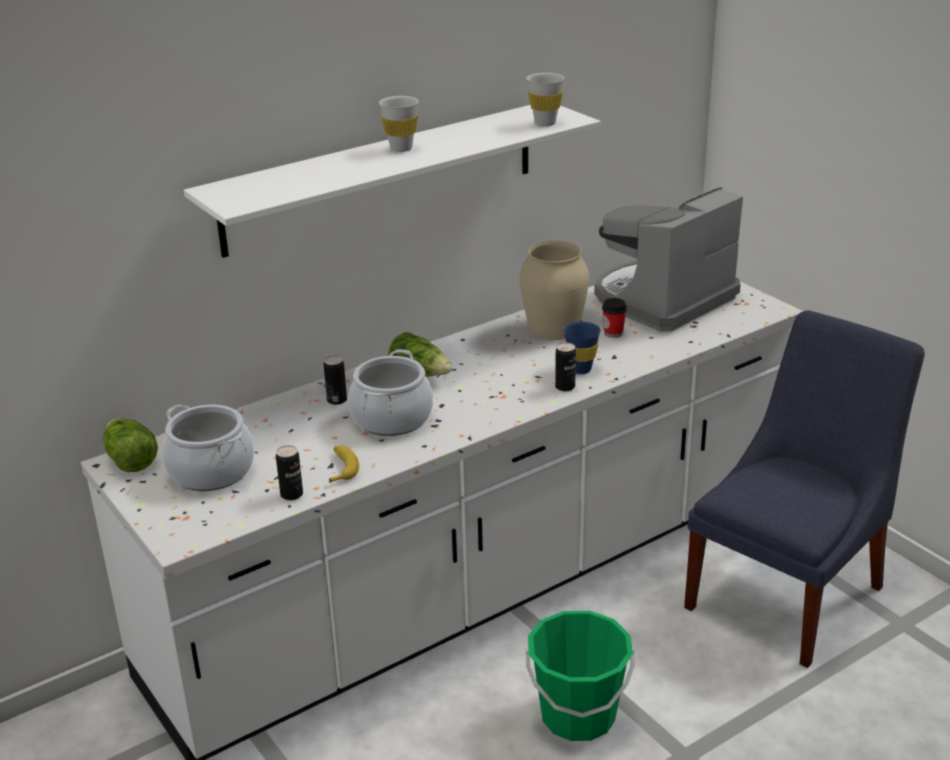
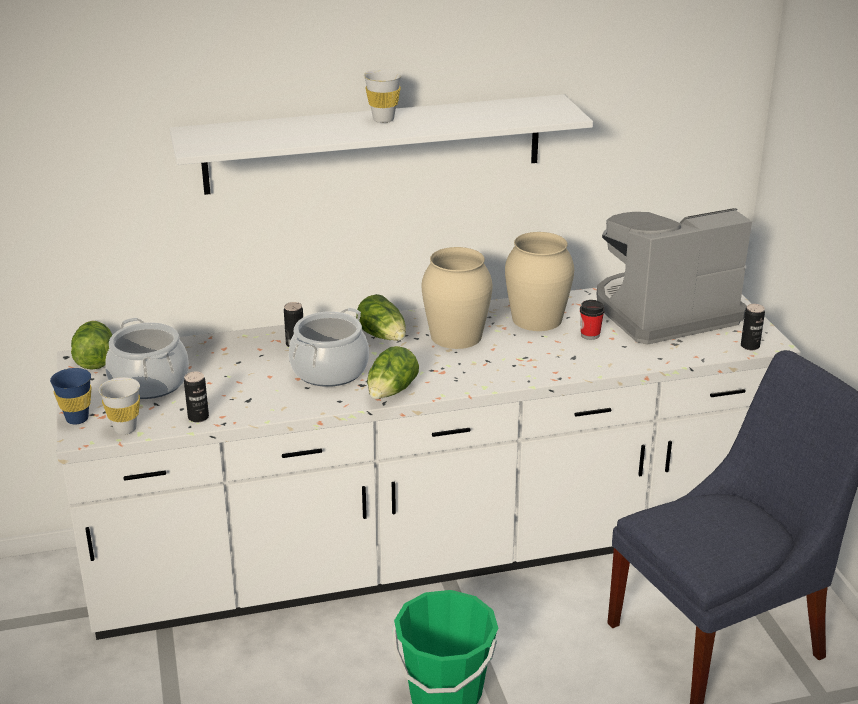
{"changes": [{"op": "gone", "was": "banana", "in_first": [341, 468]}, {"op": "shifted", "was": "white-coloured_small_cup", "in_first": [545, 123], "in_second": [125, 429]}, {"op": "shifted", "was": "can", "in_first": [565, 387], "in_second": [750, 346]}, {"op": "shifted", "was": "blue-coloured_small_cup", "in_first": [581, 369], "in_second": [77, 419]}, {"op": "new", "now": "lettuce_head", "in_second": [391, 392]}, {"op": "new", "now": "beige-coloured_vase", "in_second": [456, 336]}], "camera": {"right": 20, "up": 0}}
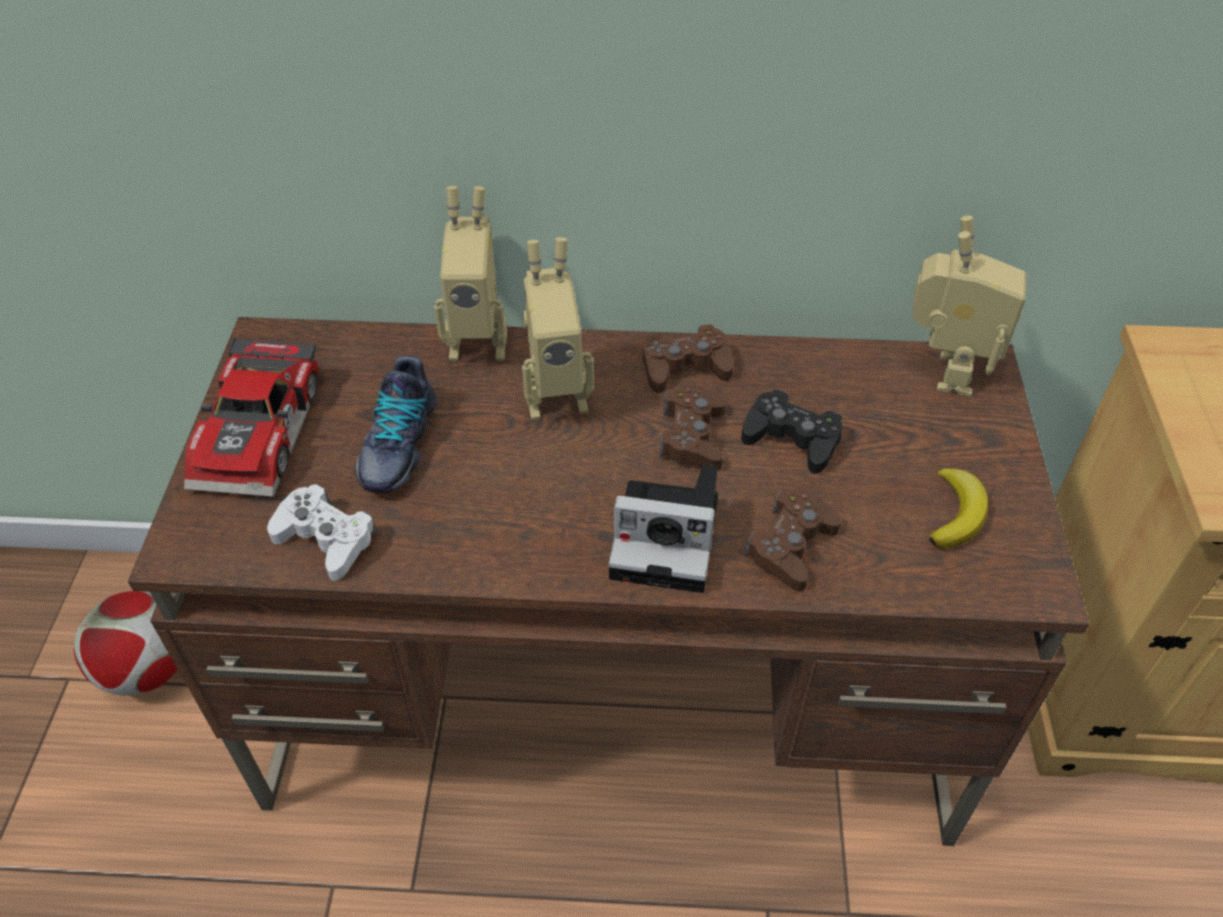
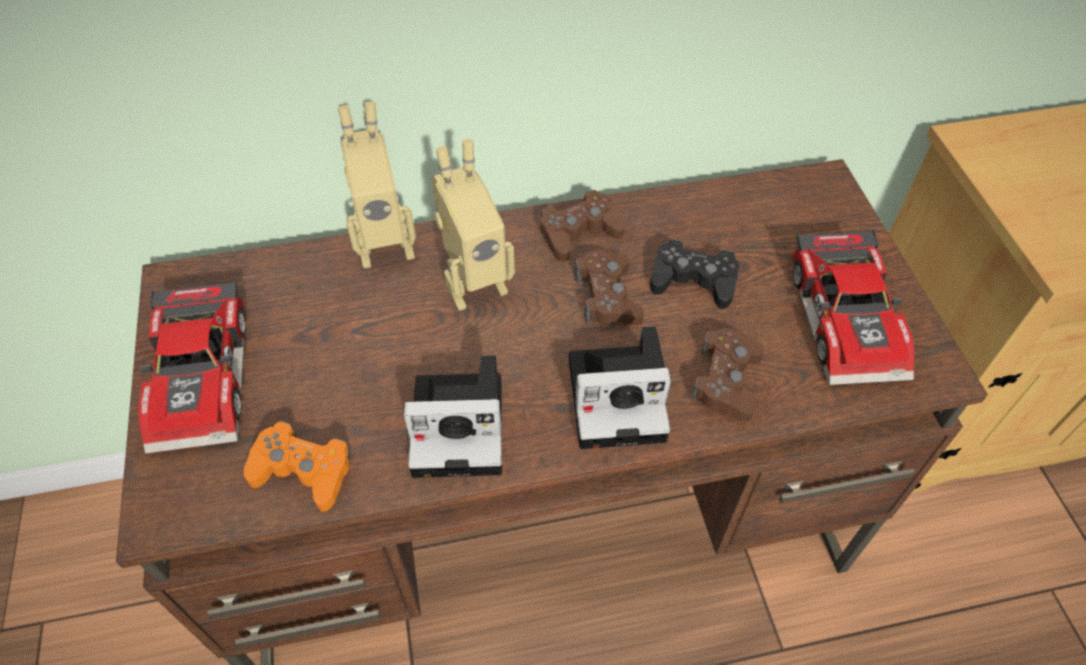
{"changes": [{"op": "gone", "was": "ball_for_football", "in_first": [148, 670]}, {"op": "repainted", "was": "white-coloured_gamepad", "now": "orange-coloured_gamepad", "in_first": [325, 539], "in_second": [303, 471]}, {"op": "gone", "was": "item_of_footwear", "in_first": [397, 444]}, {"op": "gone", "was": "model_robot", "in_first": [944, 372]}, {"op": "swapped", "was": "banana", "now": "model_car", "in_first": [955, 513], "in_second": [850, 319]}, {"op": "new", "now": "photo_camera", "in_second": [463, 425]}], "camera": {"right": -15, "up": 5}}
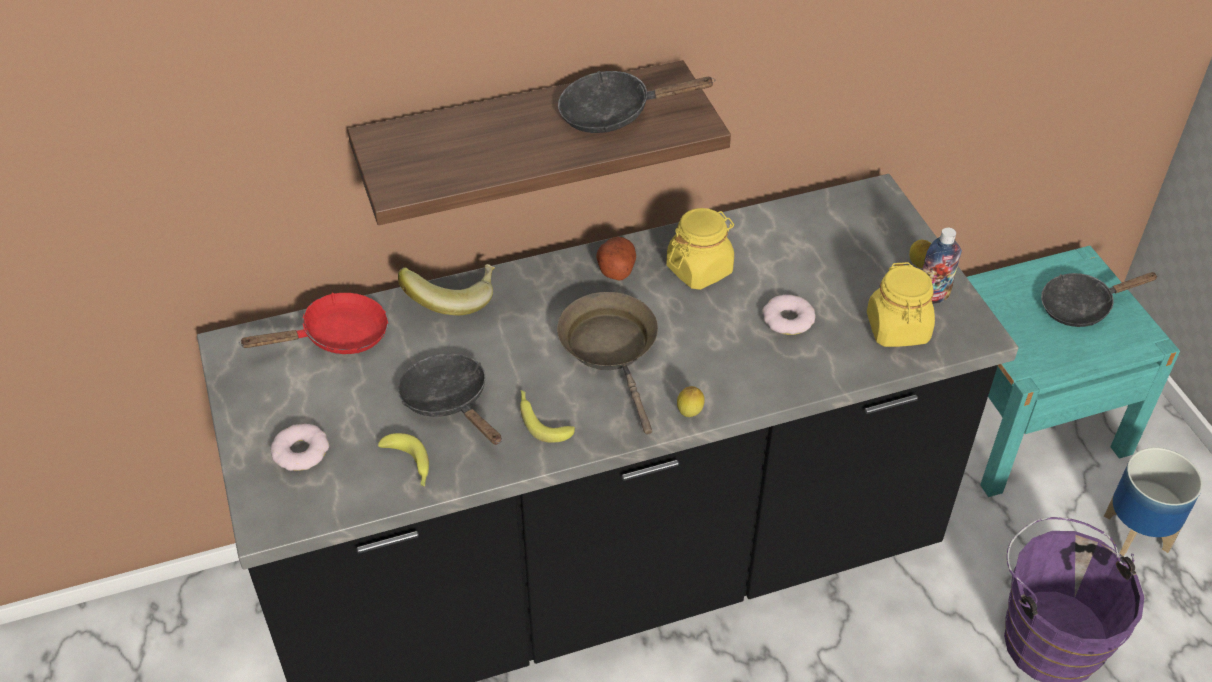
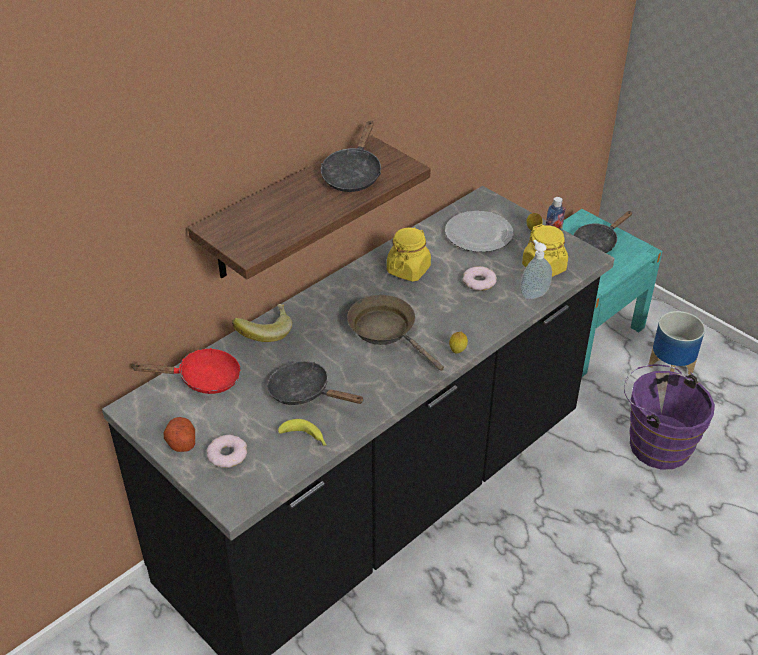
{"changes": [{"op": "rotated", "was": "red_skillet", "in_first": [337, 336], "in_second": [203, 379], "clockwise": 45}, {"op": "gone", "was": "banana", "in_first": [541, 420]}, {"op": "rotated", "was": "black_skillet", "in_first": [614, 113], "in_second": [353, 174], "clockwise": -45}, {"op": "shifted", "was": "spud", "in_first": [616, 268], "in_second": [181, 442]}, {"op": "new", "now": "dinner_plate", "in_second": [479, 235]}, {"op": "new", "now": "soap_bottle", "in_second": [533, 294]}], "camera": {"right": -25, "up": -5}}
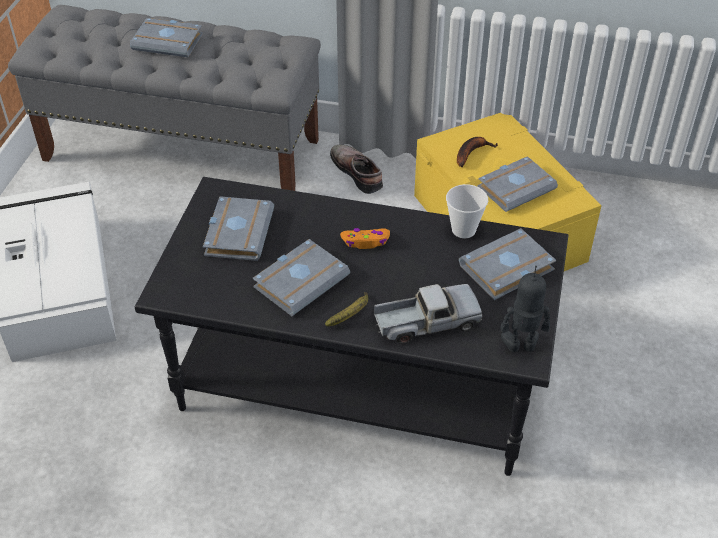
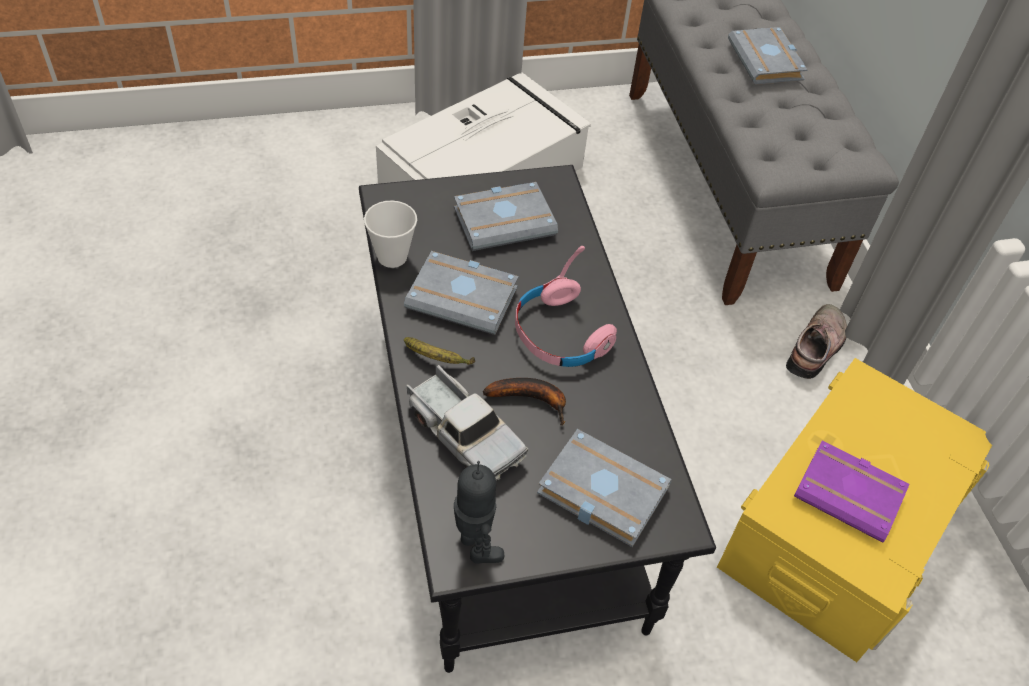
{"changes": [{"op": "swapped", "was": "orange-coloured_gamepad", "now": "pink_pair_of_headphones", "in_first": [366, 242], "in_second": [560, 334]}, {"op": "shifted", "was": "small_cup", "in_first": [463, 230], "in_second": [392, 257]}, {"op": "shifted", "was": "banana", "in_first": [471, 153], "in_second": [532, 399]}, {"op": "repainted", "was": "greyish_volume", "now": "purple-coloured_volume", "in_first": [516, 187], "in_second": [851, 494]}], "camera": {"right": 60, "up": 5}}
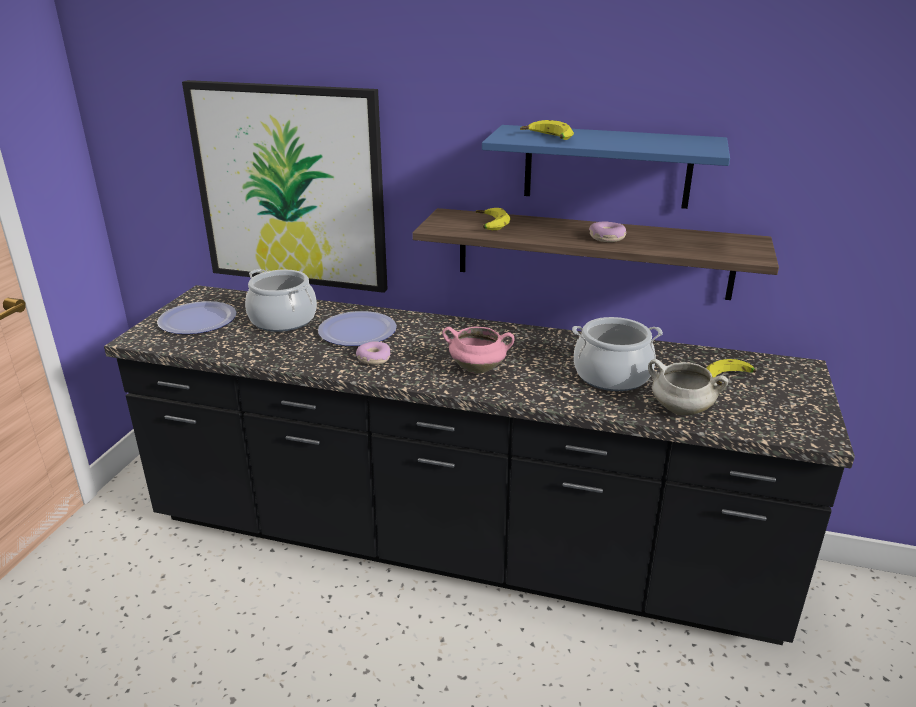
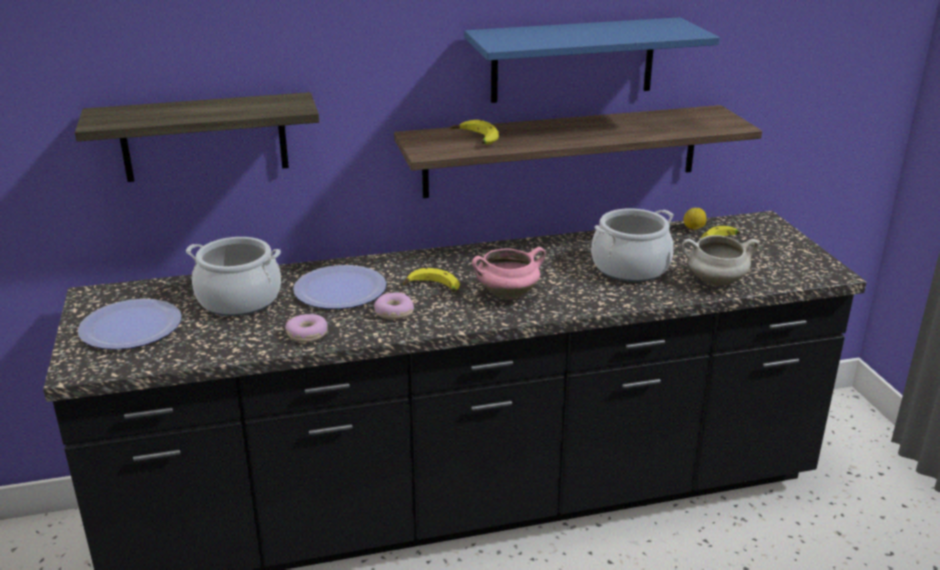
{"changes": [{"op": "swapped", "was": "picture", "now": "shelf", "in_first": [290, 187], "in_second": [204, 137]}, {"op": "shifted", "was": "banana", "in_first": [547, 138], "in_second": [432, 289]}, {"op": "shifted", "was": "ring_doughnut", "in_first": [607, 238], "in_second": [307, 334]}, {"op": "new", "now": "citrus_fruit", "in_second": [694, 229]}], "camera": {"right": -30, "up": 0}}
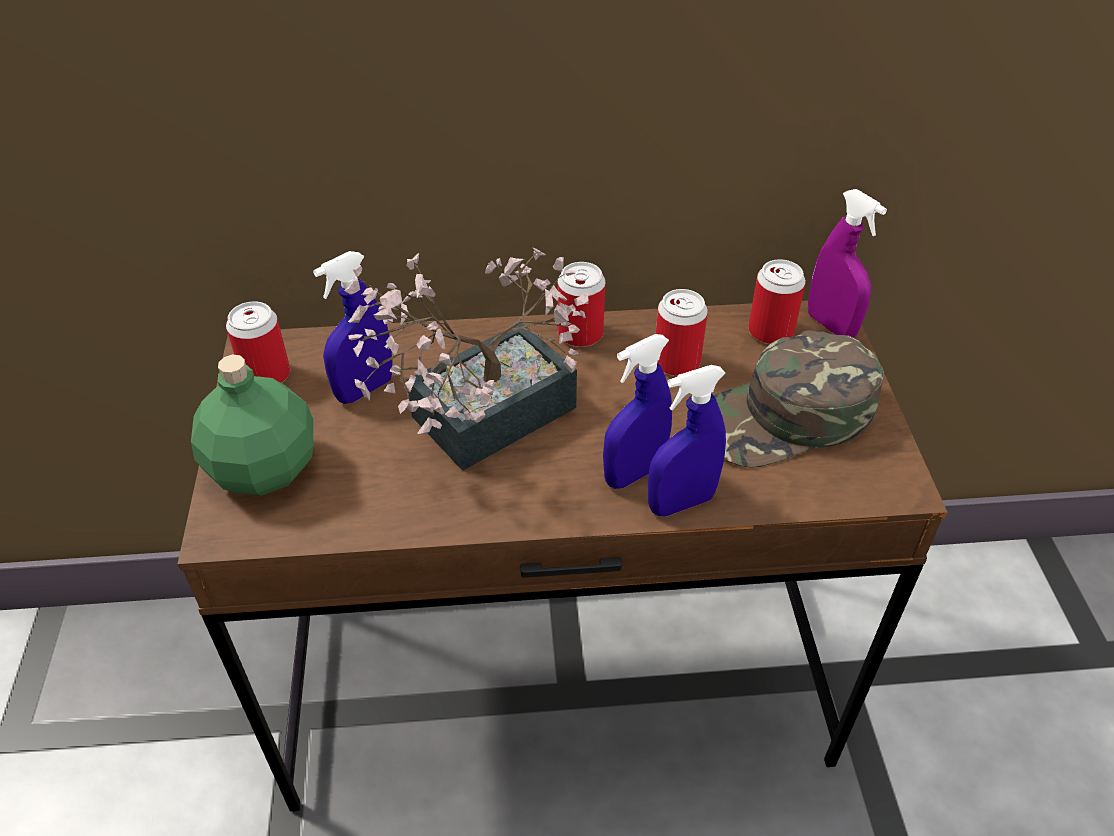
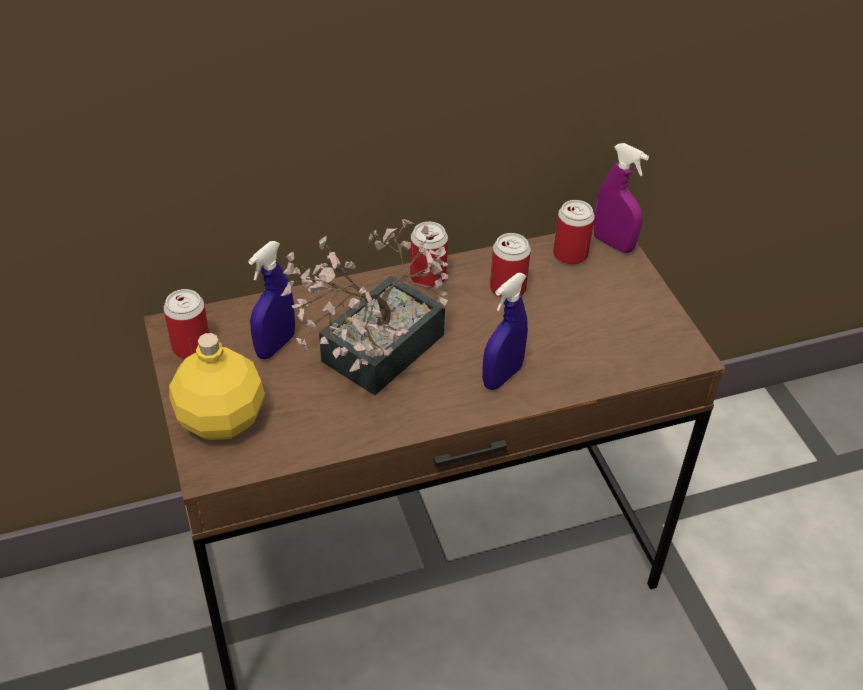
{"changes": [{"op": "repainted", "was": "greenish_beverage_bottle", "now": "yellow-coloured_beverage_bottle", "in_first": [264, 470], "in_second": [221, 420]}, {"op": "gone", "was": "blue-coloured_hand_sprayer", "in_first": [681, 503]}, {"op": "gone", "was": "greenish_cap", "in_first": [786, 416]}], "camera": {"right": -15, "up": 0}}
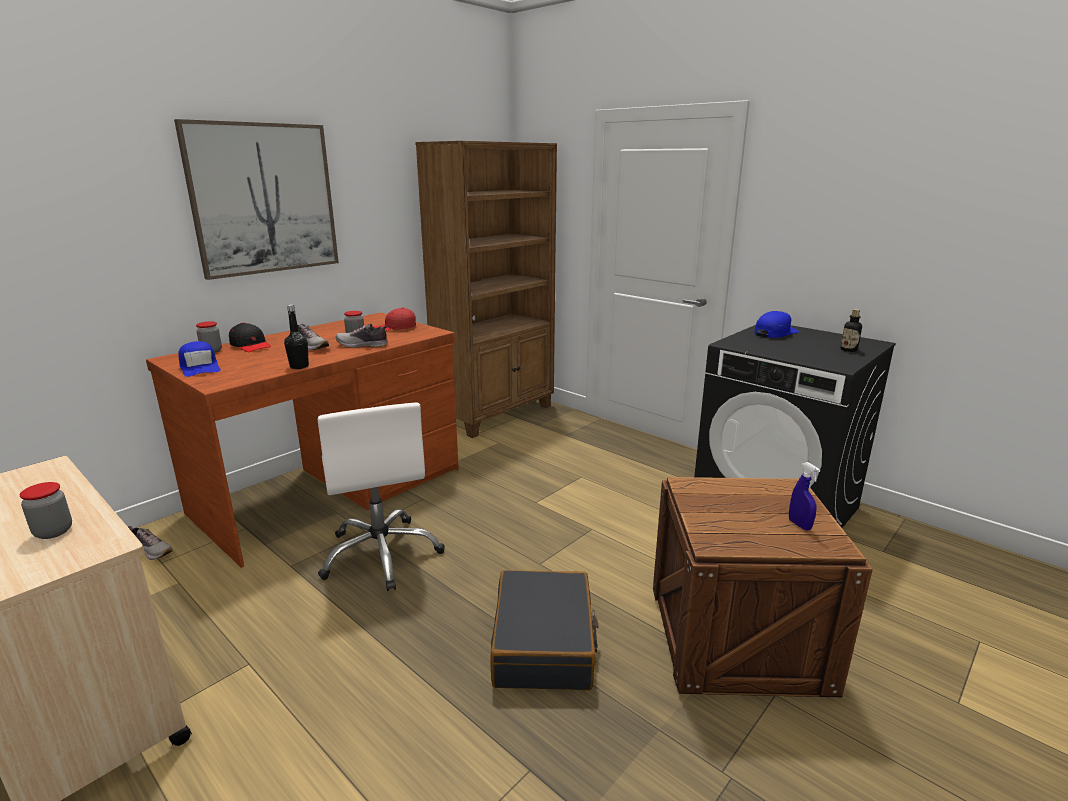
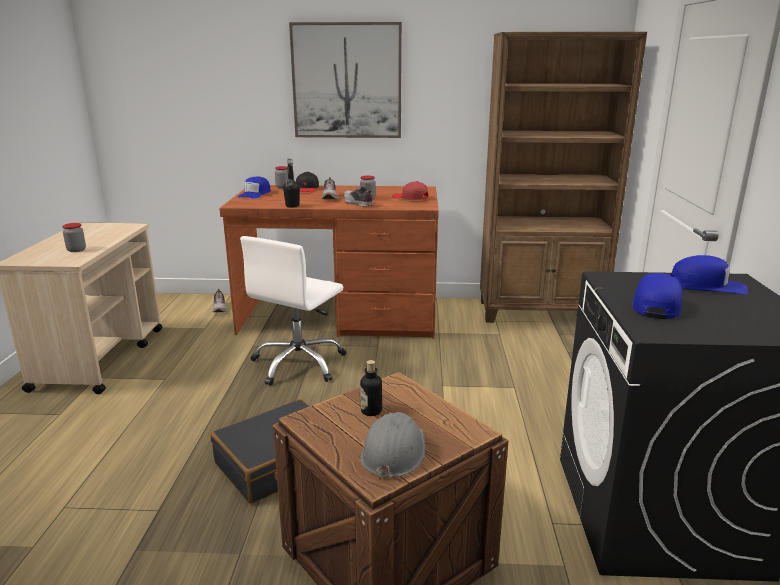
{"changes": [{"op": "swapped", "was": "blue-coloured_hand_sprayer", "now": "greyish_safety_helmet", "in_first": [799, 525], "in_second": [393, 452]}, {"op": "shifted", "was": "beverage_bottle", "in_first": [848, 350], "in_second": [371, 411]}, {"op": "new", "now": "blue-coloured_cap", "in_second": [656, 305]}], "camera": {"right": 50, "up": 0}}
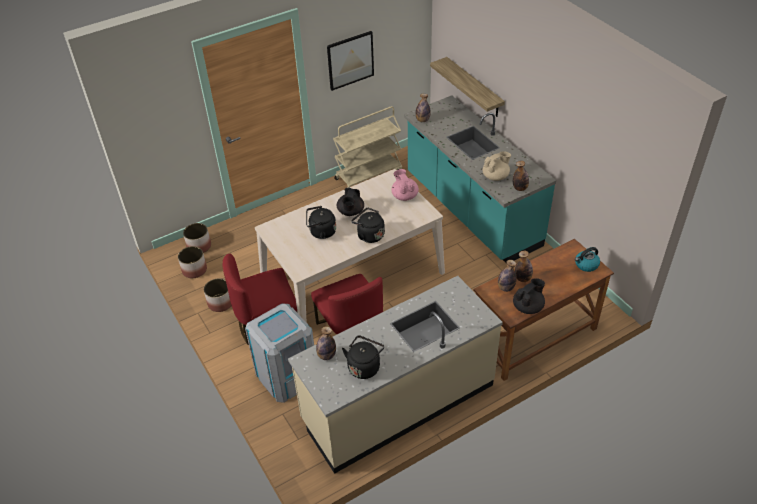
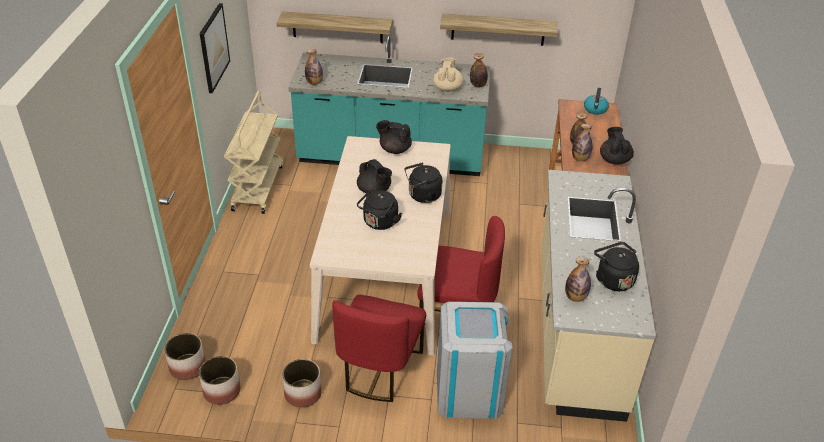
{"changes": [{"op": "repainted", "was": "pink_tea_pot", "now": "black_tea_pot", "in_first": [404, 196], "in_second": [394, 149]}, {"op": "new", "now": "shelf", "in_second": [498, 29]}], "camera": {"right": -55, "up": -5}}
